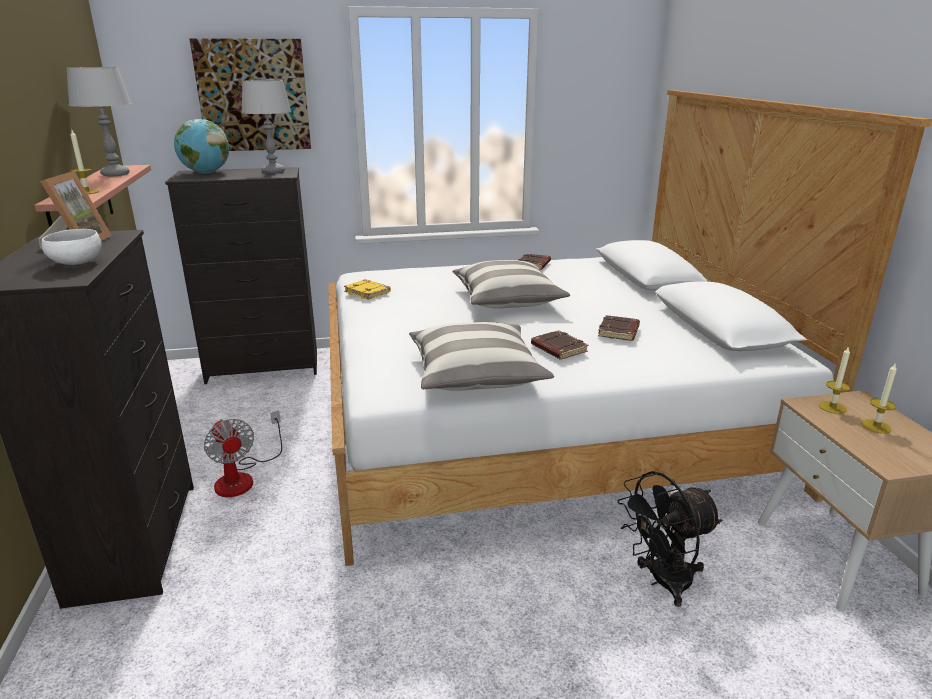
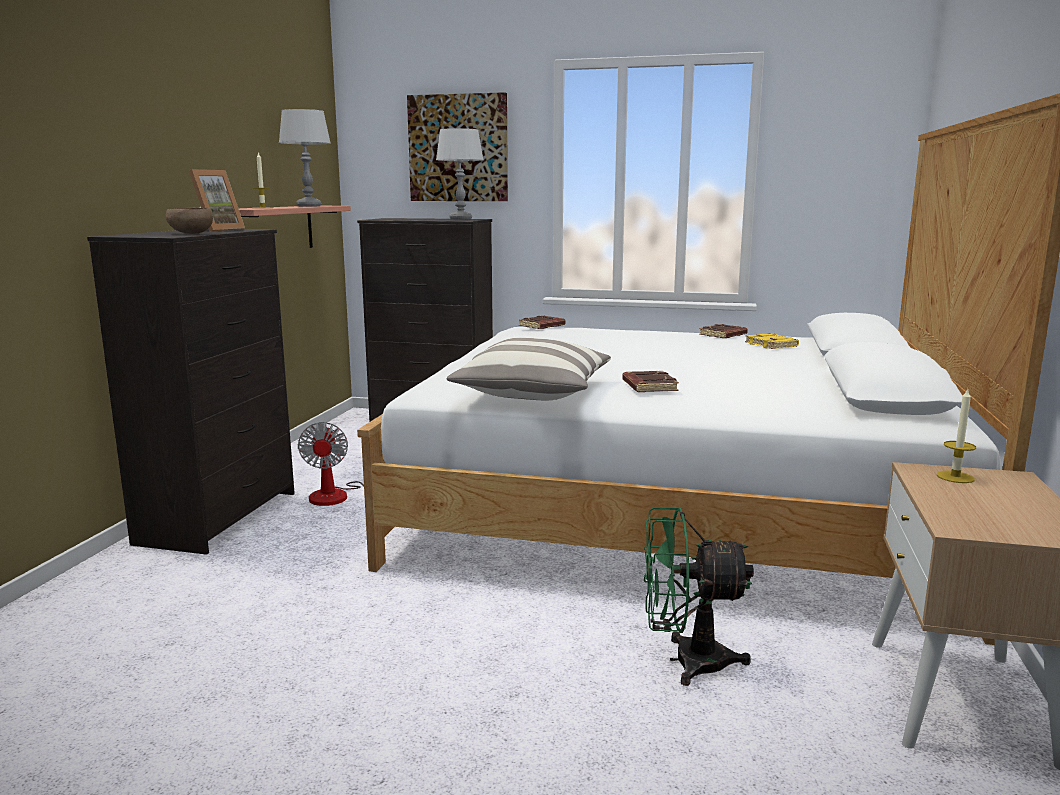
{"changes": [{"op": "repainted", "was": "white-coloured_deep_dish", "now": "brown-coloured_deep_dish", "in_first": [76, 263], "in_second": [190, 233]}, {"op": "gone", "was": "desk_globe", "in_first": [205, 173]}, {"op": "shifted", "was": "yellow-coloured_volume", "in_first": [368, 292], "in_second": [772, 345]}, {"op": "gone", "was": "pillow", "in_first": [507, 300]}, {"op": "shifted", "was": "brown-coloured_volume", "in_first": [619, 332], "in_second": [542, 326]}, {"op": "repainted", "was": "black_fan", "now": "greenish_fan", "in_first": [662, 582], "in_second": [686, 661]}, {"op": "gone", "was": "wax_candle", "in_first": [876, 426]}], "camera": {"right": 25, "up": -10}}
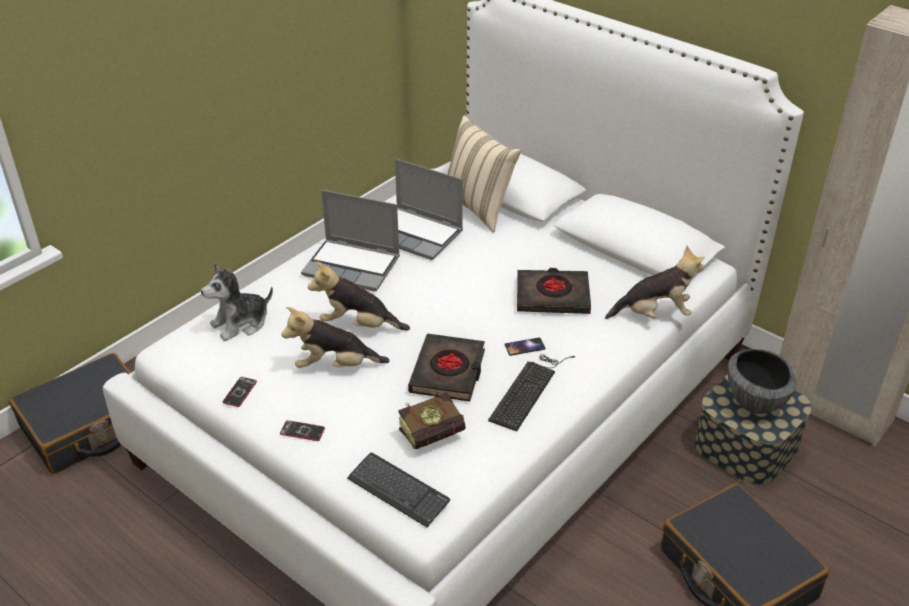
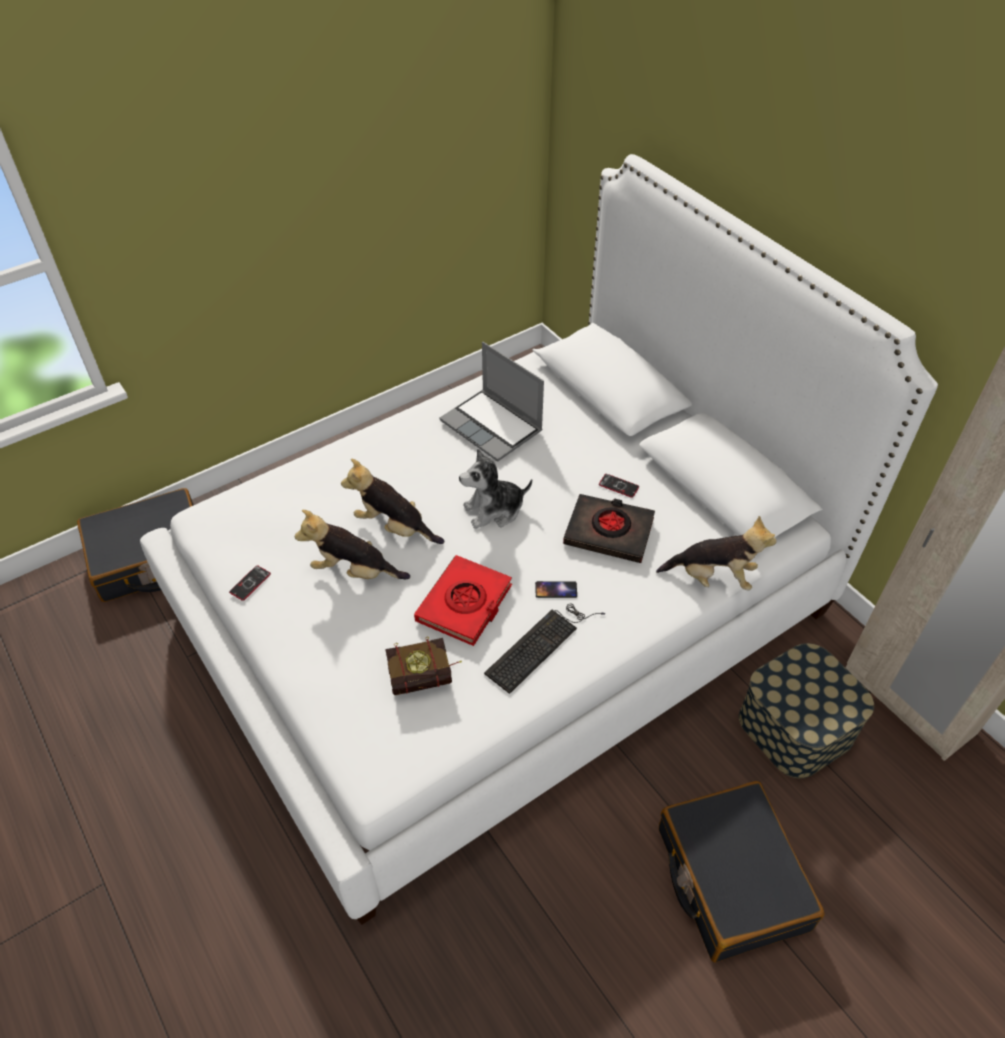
{"changes": [{"op": "shifted", "was": "plush_toy", "in_first": [241, 323], "in_second": [494, 510]}, {"op": "shifted", "was": "telephone", "in_first": [302, 431], "in_second": [618, 486]}, {"op": "gone", "was": "notebook_computer", "in_first": [353, 266]}, {"op": "gone", "was": "PC_keyboard", "in_first": [398, 491]}, {"op": "repainted", "was": "black_volume", "now": "red_volume", "in_first": [448, 372], "in_second": [465, 604]}, {"op": "gone", "was": "beige-coloured_pillow", "in_first": [479, 207]}, {"op": "gone", "was": "deep_dish", "in_first": [755, 402]}], "camera": {"right": 15, "up": 10}}
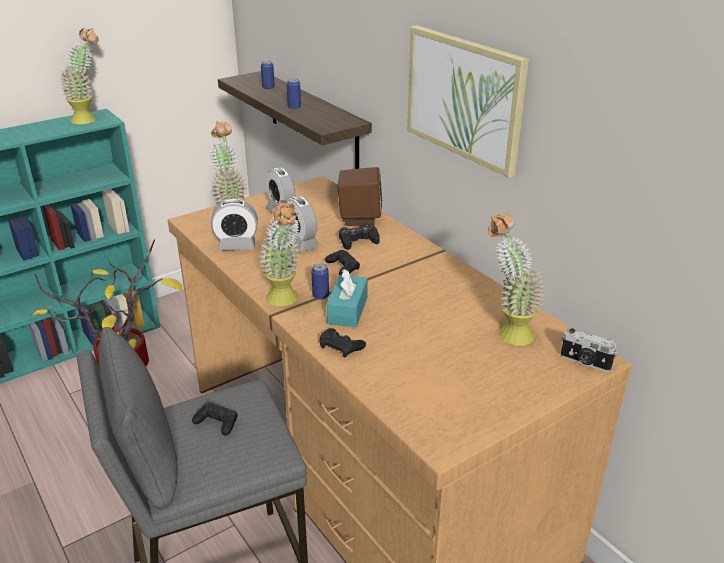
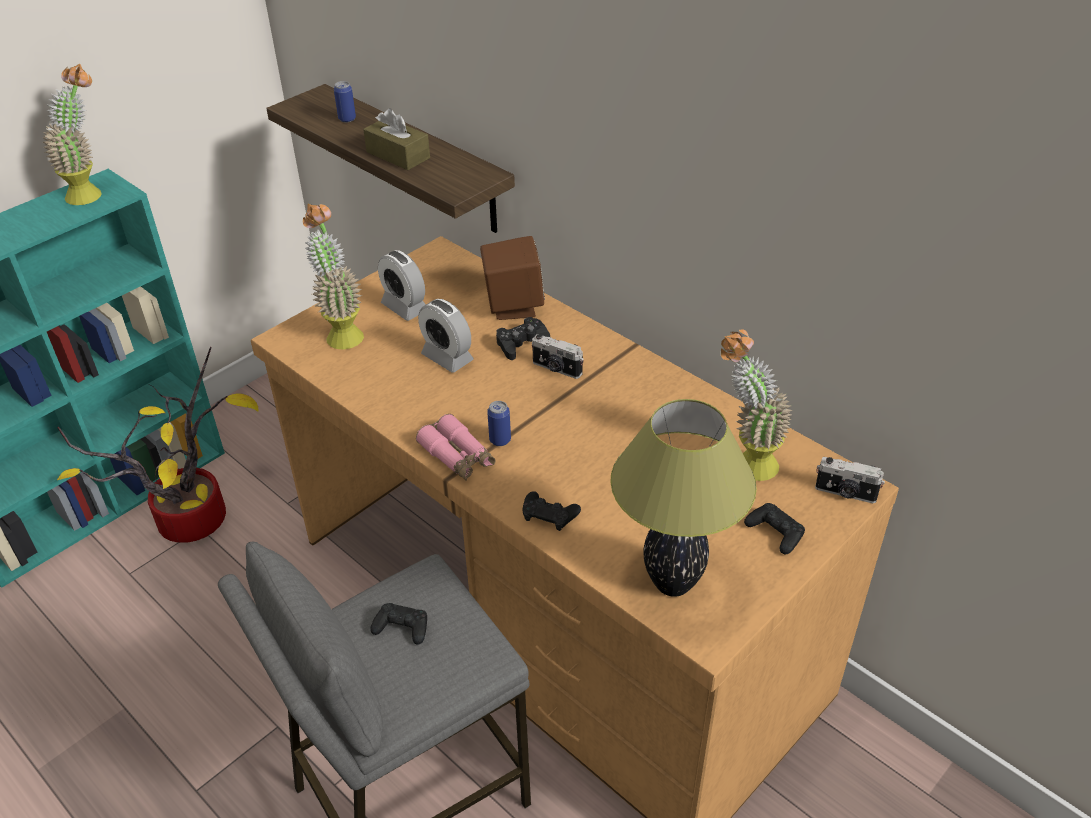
{"changes": [{"op": "gone", "was": "bedside_clock", "in_first": [237, 246]}, {"op": "swapped", "was": "plant_in_a_pot", "now": "pink_field_glasses", "in_first": [285, 302], "in_second": [457, 456]}, {"op": "swapped", "was": "can", "now": "brown-coloured_tissue_box", "in_first": [294, 107], "in_second": [398, 155]}, {"op": "shifted", "was": "black_gamepad", "in_first": [343, 267], "in_second": [775, 532]}, {"op": "gone", "was": "blue-green_tissue_box", "in_first": [347, 310]}, {"op": "gone", "was": "picture", "in_first": [464, 97]}, {"op": "new", "now": "photo_camera", "in_second": [556, 369]}, {"op": "new", "now": "tabletop_lamp", "in_second": [673, 584]}], "camera": {"right": -10, "up": 10}}
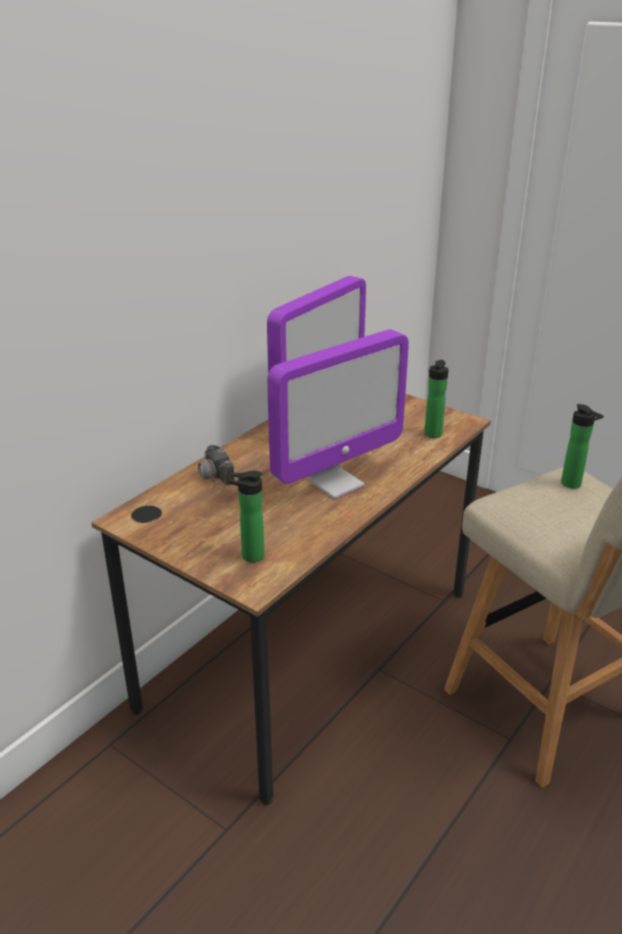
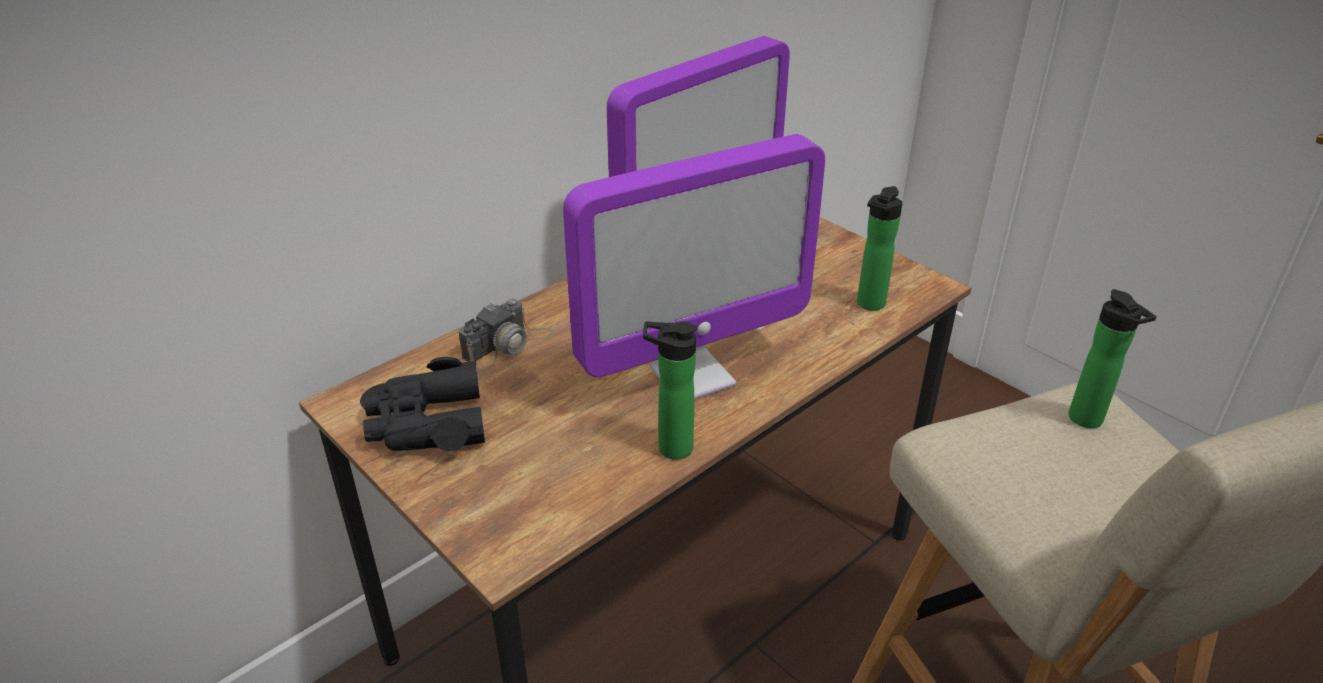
{"changes": [{"op": "rotated", "was": "photo_camera", "in_first": [215, 478], "in_second": [508, 345], "clockwise": -120}, {"op": "shifted", "was": "beverage_bottle", "in_first": [249, 556], "in_second": [669, 448]}, {"op": "new", "now": "black_field_glasses", "in_second": [427, 423]}], "camera": {"right": 10, "up": 5}}
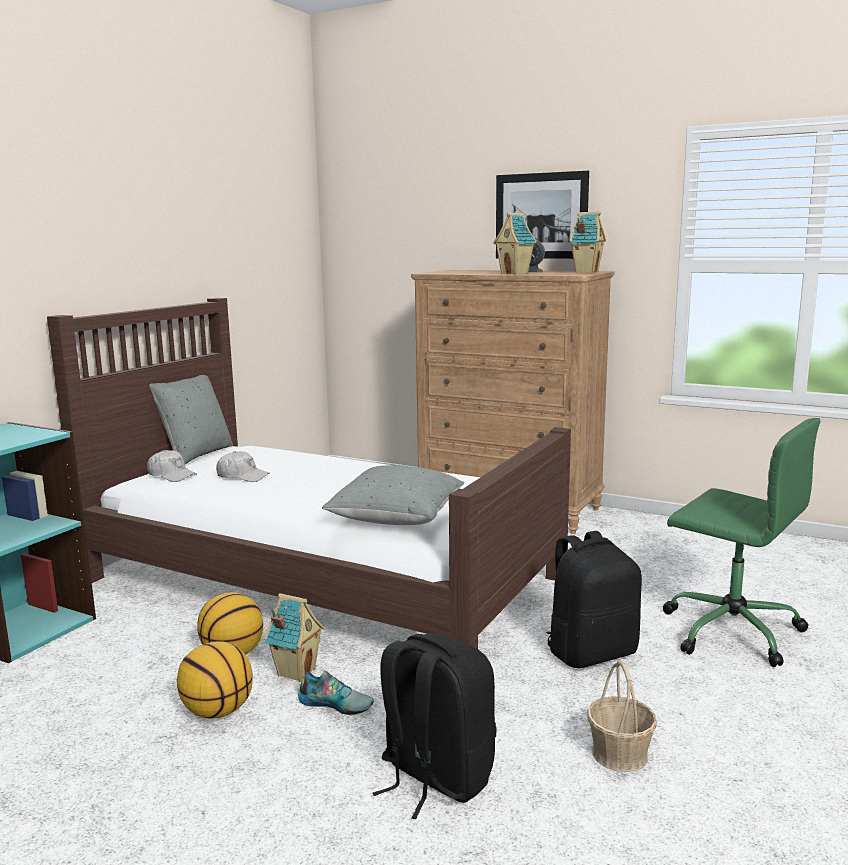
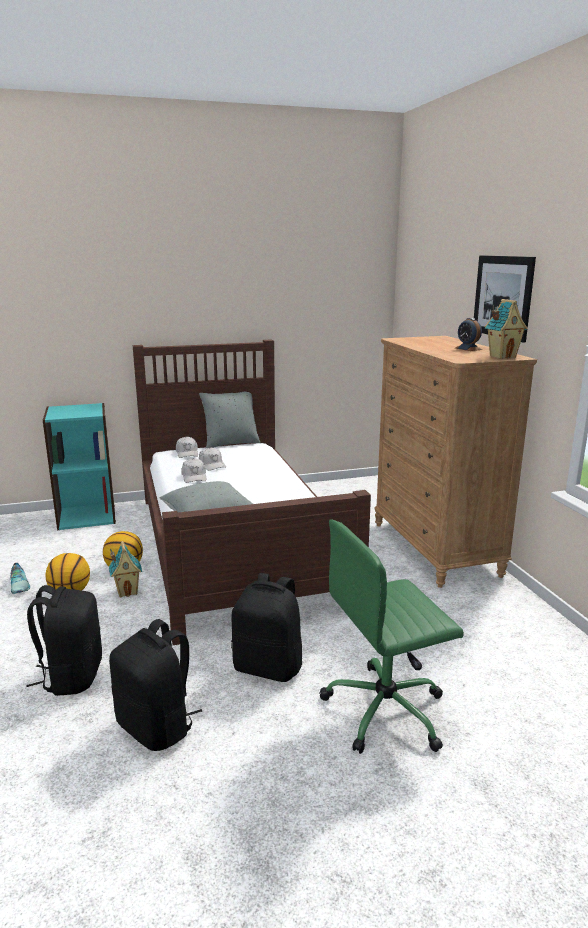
{"changes": [{"op": "shifted", "was": "item_of_footwear", "in_first": [336, 703], "in_second": [20, 585]}, {"op": "gone", "was": "miniature_house", "in_first": [515, 273]}, {"op": "swapped", "was": "storage_basket", "now": "black_rucksack", "in_first": [620, 754], "in_second": [157, 727]}, {"op": "rotated", "was": "greenish_desk_chair", "in_first": [729, 630], "in_second": [387, 710], "clockwise": 75}, {"op": "new", "now": "white-coloured_cap", "in_second": [194, 477]}], "camera": {"right": 45, "up": 5}}
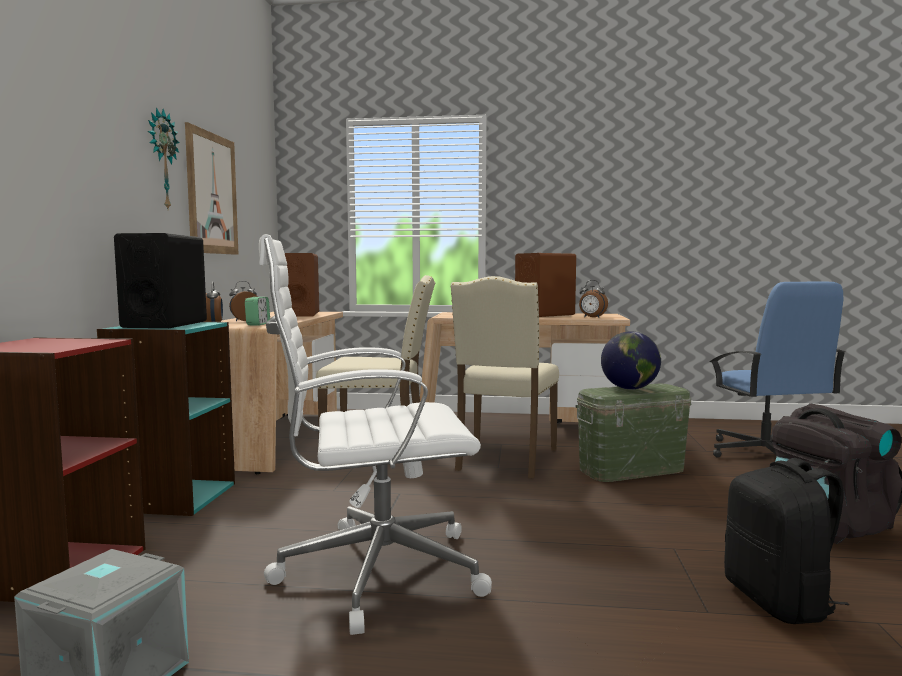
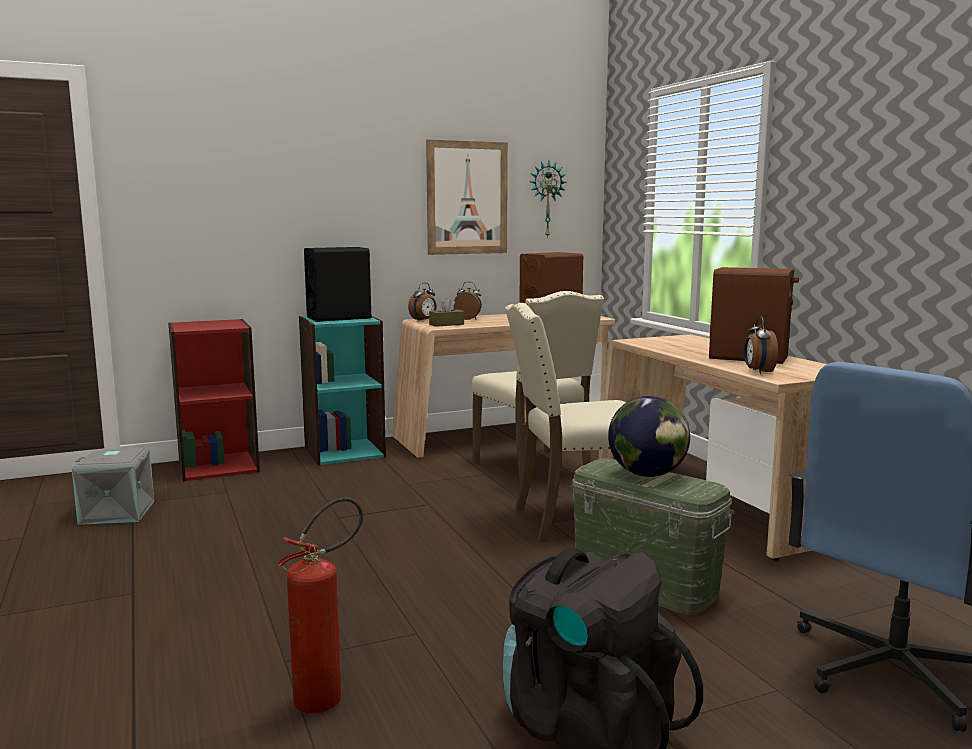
{"changes": [{"op": "shifted", "was": "wall_clock", "in_first": [161, 160], "in_second": [546, 199]}, {"op": "swapped", "was": "bedside_clock", "now": "brown-coloured_tissue_box", "in_first": [258, 324], "in_second": [446, 324]}, {"op": "gone", "was": "white-coloured_desk_chair", "in_first": [374, 571]}, {"op": "swapped", "was": "black_rucksack", "now": "fire-fighting_cylinder", "in_first": [780, 602], "in_second": [328, 696]}], "camera": {"right": 60, "up": 5}}
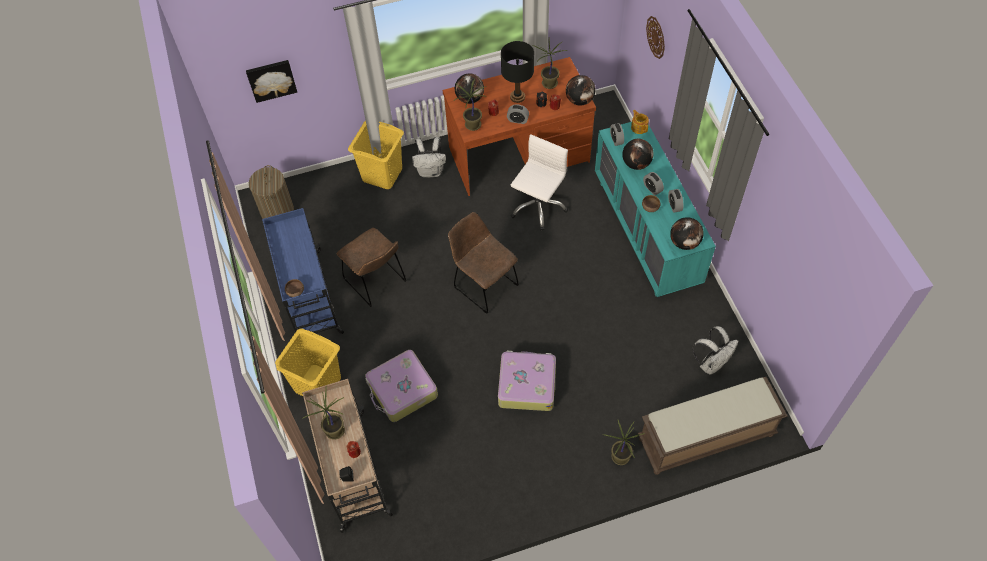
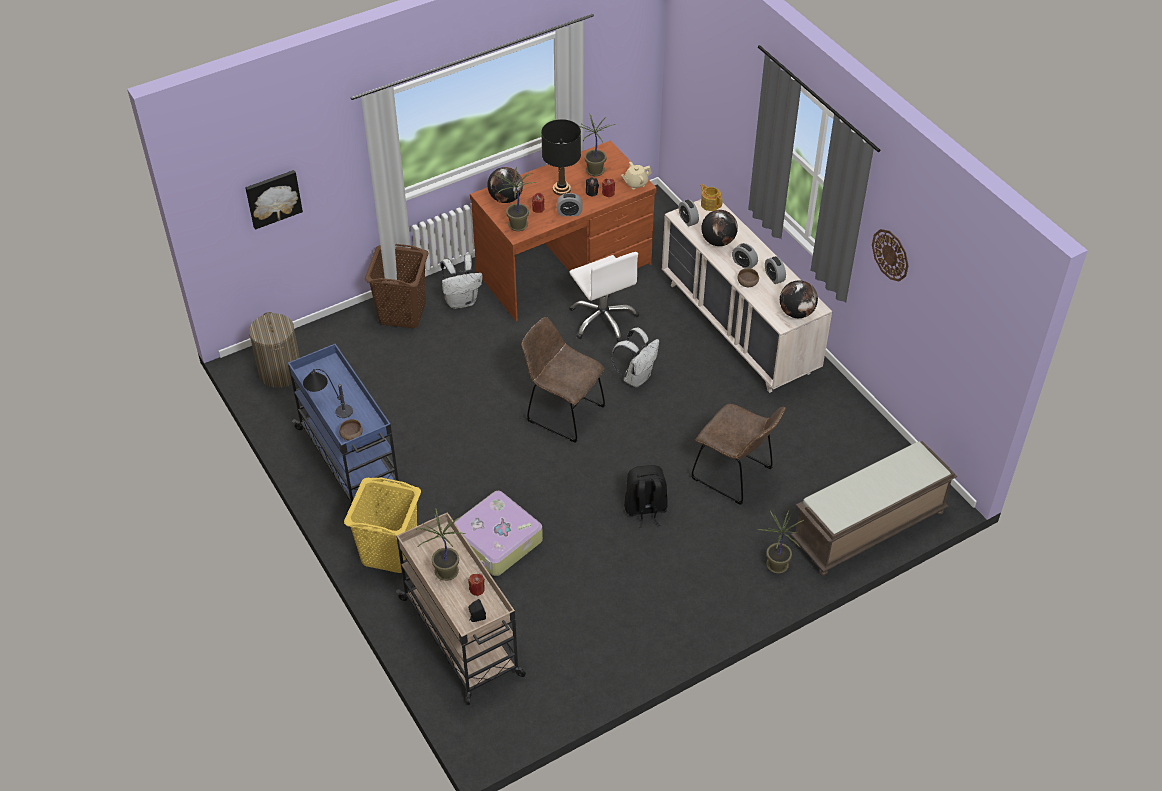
{"changes": [{"op": "shifted", "was": "brown-coloured_chair", "in_first": [377, 282], "in_second": [735, 475]}, {"op": "repainted", "was": "yellow-coloured_washing_basket", "now": "brown-coloured_washing_basket", "in_first": [382, 174], "in_second": [402, 313]}, {"op": "swapped", "was": "piece_of_luggage", "now": "black_rucksack", "in_first": [526, 384], "in_second": [645, 509]}, {"op": "rotated", "was": "white-coloured_desk_chair", "in_first": [538, 206], "in_second": [603, 320], "clockwise": 135}, {"op": "swapped", "was": "desk_globe", "now": "beige-coloured_tea_pot", "in_first": [579, 100], "in_second": [635, 183]}, {"op": "repainted", "was": "blue-green_chest_of_drawers", "now": "beige-coloured_chest_of_drawers", "in_first": [646, 233], "in_second": [739, 328]}, {"op": "shifted", "was": "wall_clock", "in_first": [656, 37], "in_second": [890, 254]}, {"op": "shifted", "was": "white-coloured_rucksack", "in_first": [711, 363], "in_second": [636, 377]}, {"op": "new", "now": "tabletop_lamp", "in_second": [328, 406]}], "camera": {"right": -15, "up": -10}}
